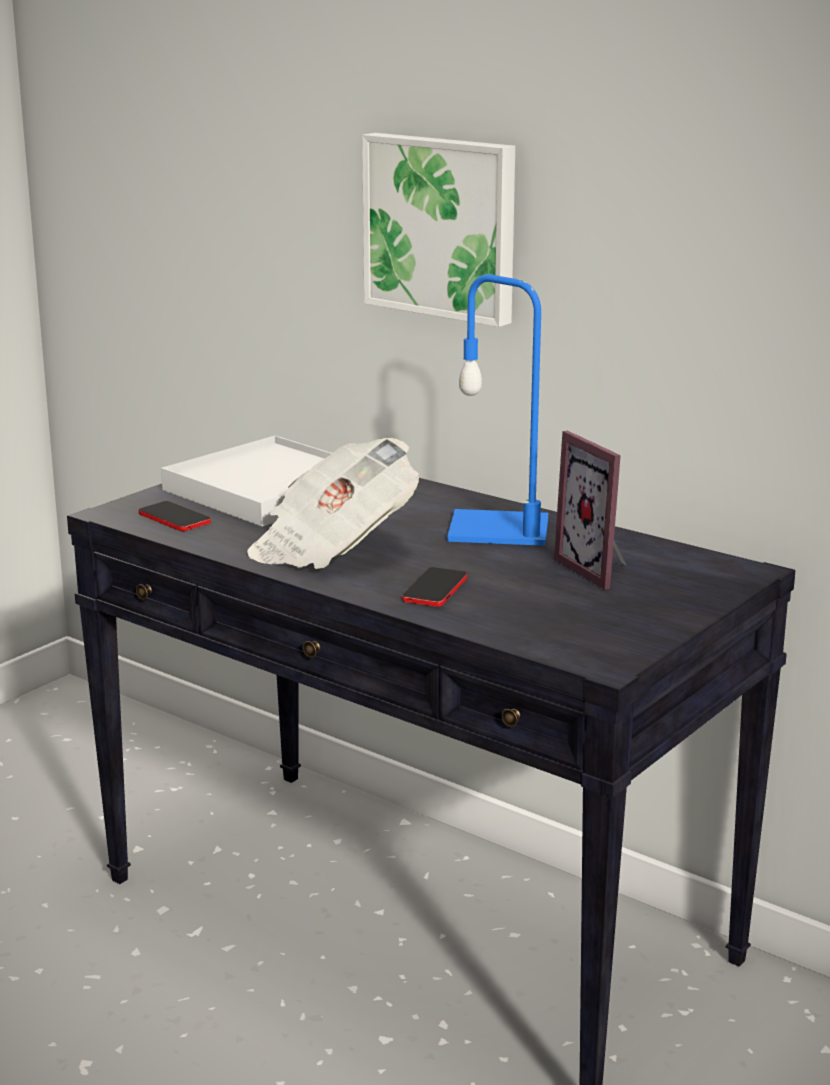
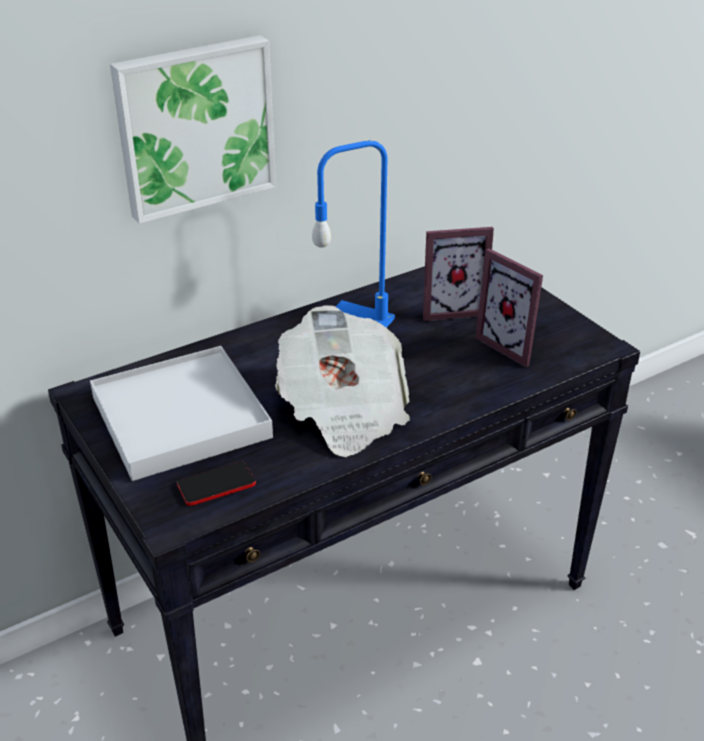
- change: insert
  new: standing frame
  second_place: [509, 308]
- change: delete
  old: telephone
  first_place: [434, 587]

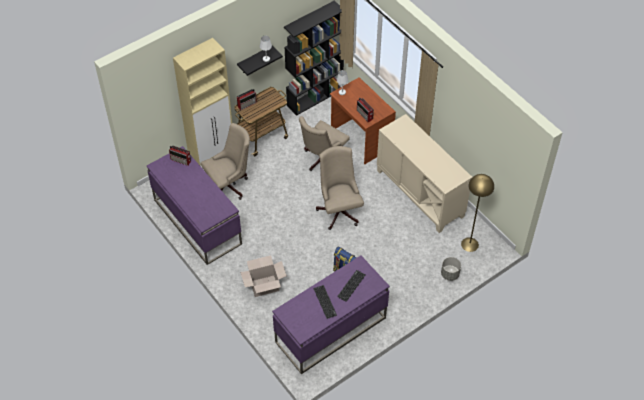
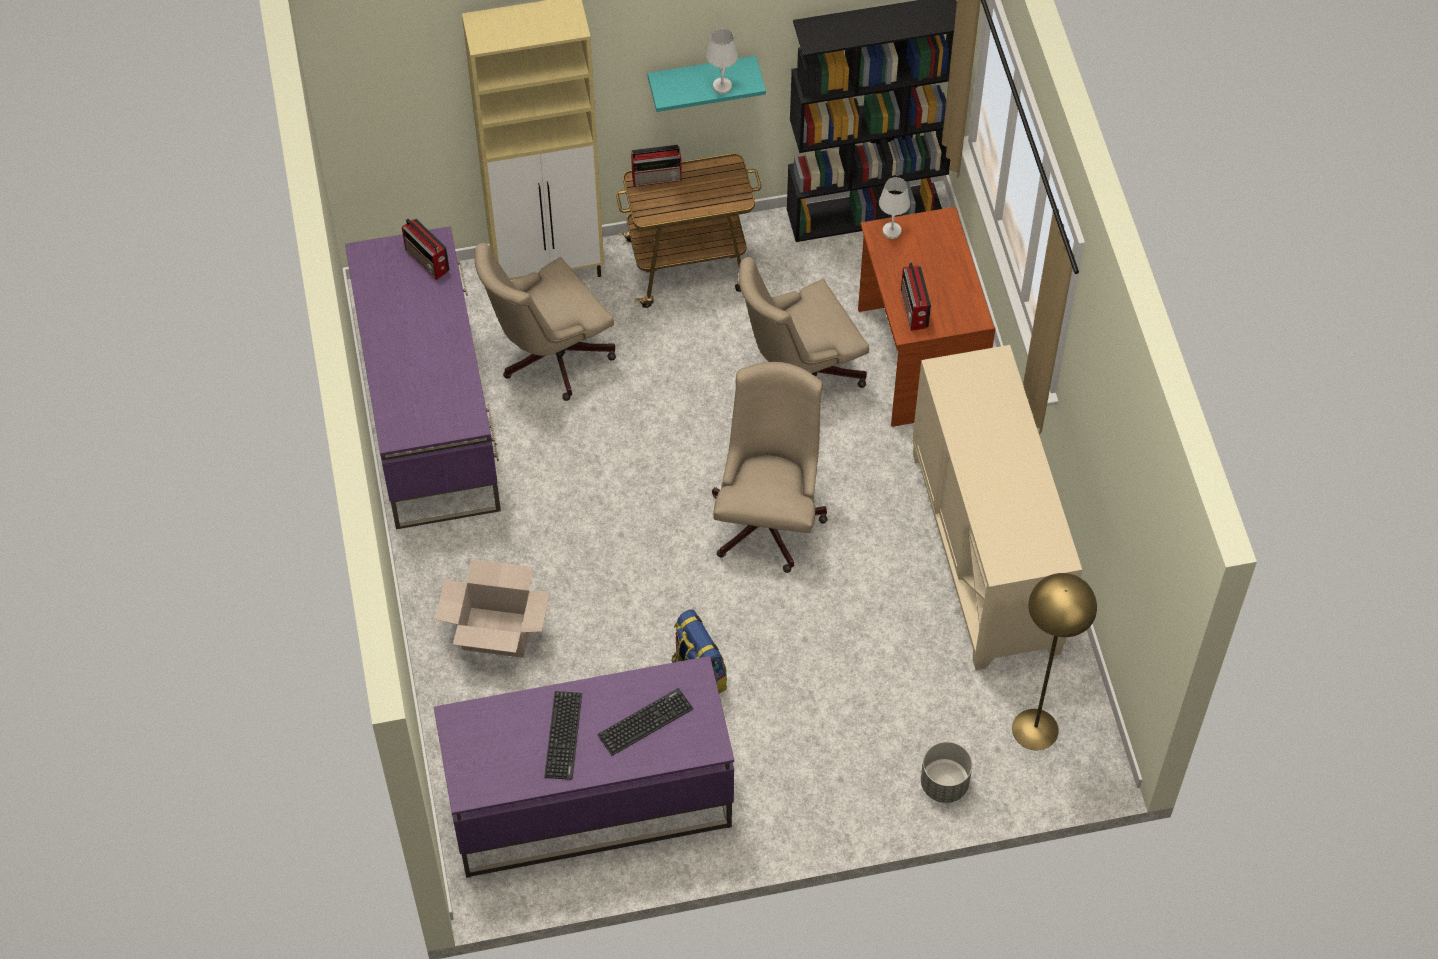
- change: rotate
  old: sand-coloured office chair
  first_place: [225, 161]
  second_place: [545, 322]
  degrees: 150
- change: recolor
  old: blackish bracket shelf
  new: blue-green bracket shelf
  first_place: [260, 61]
  second_place: [707, 84]

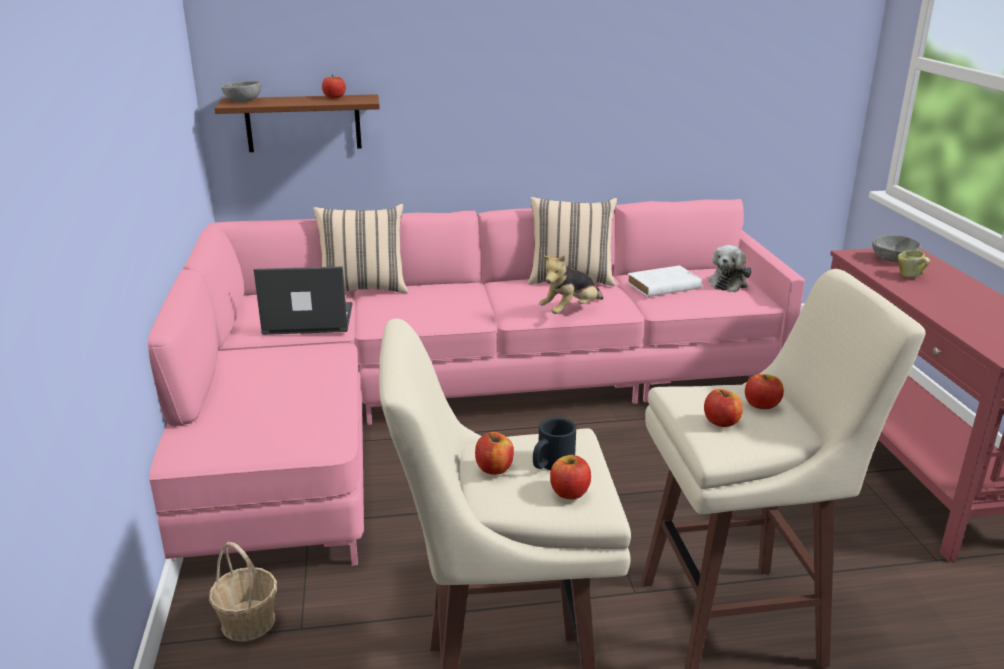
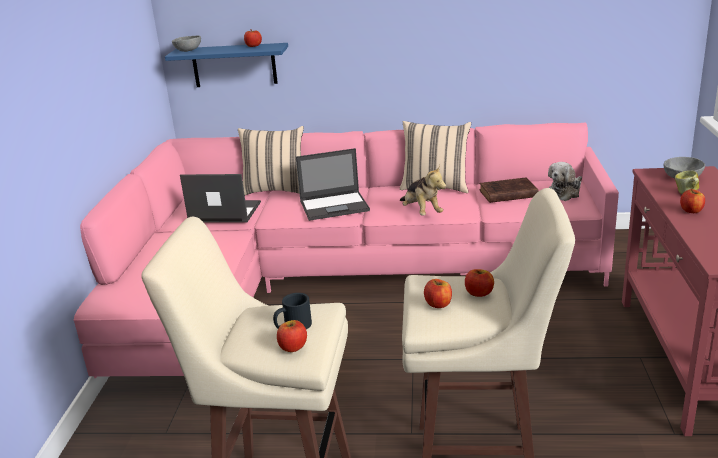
- change: recolor
  old: brown bracket shelf
  new: blue bracket shelf
  first_place: [297, 123]
  second_place: [226, 65]
- change: insert
  new: laptop
  second_place: [333, 184]
- change: rotate
  old: plush toy
  first_place: [571, 284]
  second_place: [423, 190]
  degrees: -90
- change: recolor
  old: white-coloured bound book
  new: brown bound book
  first_place: [664, 281]
  second_place: [509, 190]
- change: move
  old: apple
  first_place: [494, 453]
  second_place: [692, 201]
- change: delete
  old: basket
  first_place: [243, 592]

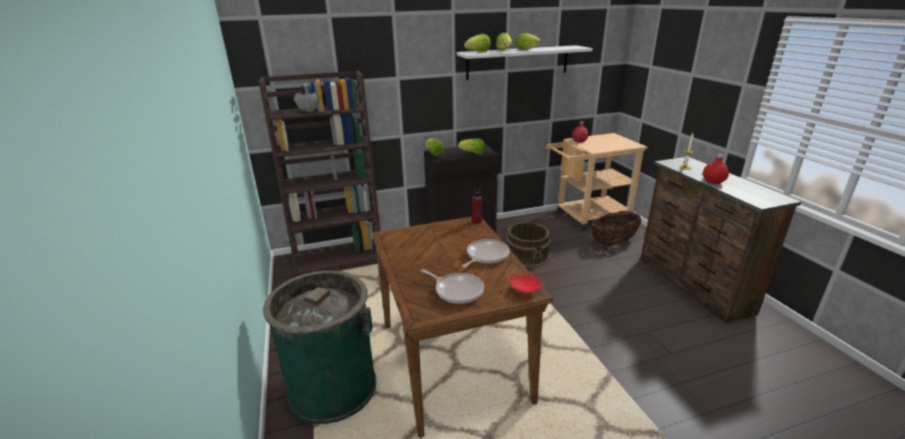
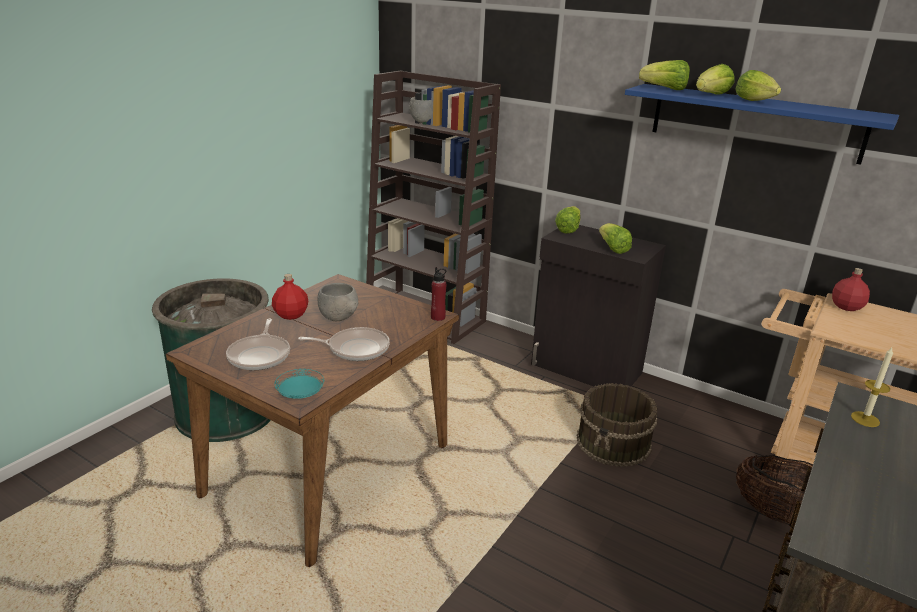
- change: move
  old: red-coloured beverage bottle
  first_place: [716, 169]
  second_place: [290, 297]
- change: recolor
  old: red-coloured dinner plate
  new: blue-green dinner plate
  first_place: [526, 282]
  second_place: [299, 384]
- change: insert
  new: greyish bowl
  second_place: [338, 302]
- change: recolor
  old: white-coloured bracket shelf
  new: blue bracket shelf
  first_place: [524, 62]
  second_place: [762, 124]

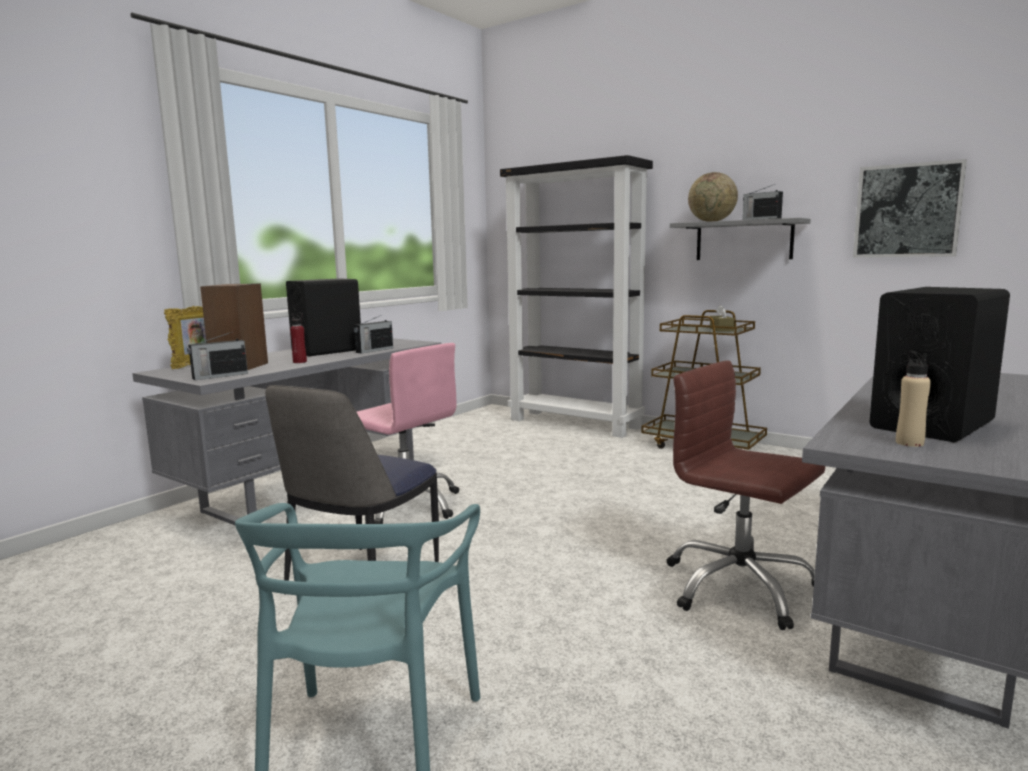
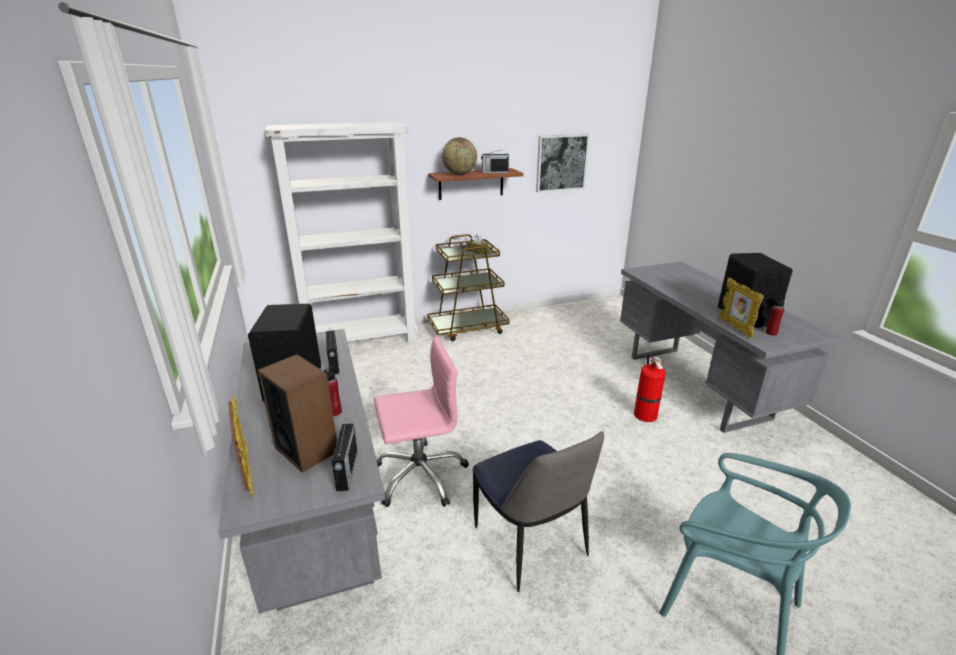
- change: recolor
  old: blackish bookcase
  new: white-coloured bookcase
  first_place: [576, 296]
  second_place: [341, 232]
- change: recolor
  old: greyish bracket shelf
  new: brown bracket shelf
  first_place: [740, 239]
  second_place: [476, 184]
- change: replace
  old: brown office chair
  new: fire-fighting cylinder
  first_place: [746, 495]
  second_place: [650, 388]
- change: insert
  new: standing frame
  second_place: [741, 308]
- change: recolor
  old: sand-coloured beverage bottle
  new: red-coloured beverage bottle
  first_place: [913, 399]
  second_place: [775, 316]

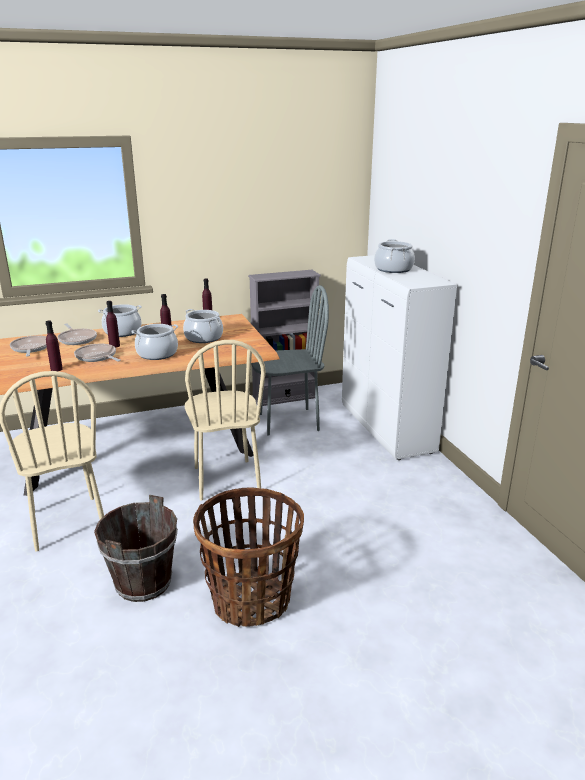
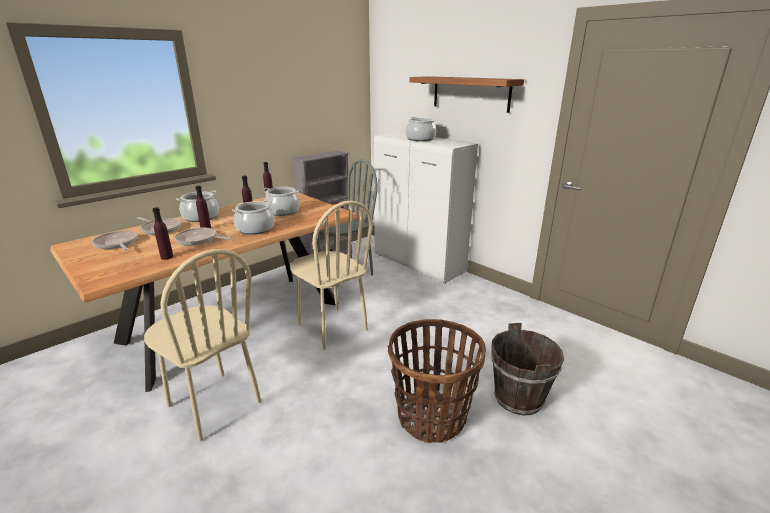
- change: insert
  new: bracket shelf
  second_place: [466, 94]
- change: move
  old: brown water bucket
  first_place: [136, 548]
  second_place: [527, 369]

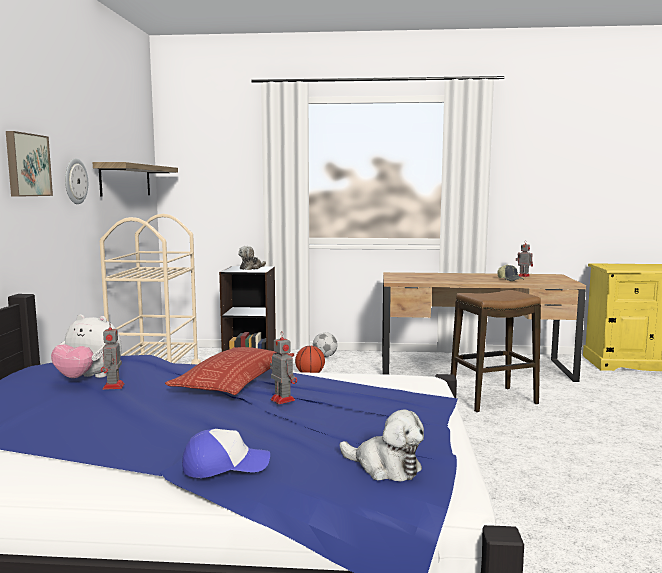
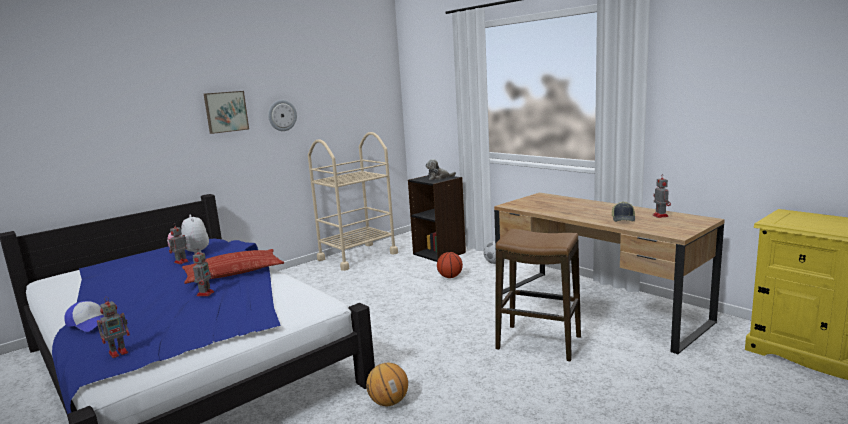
- change: replace
  old: plush toy
  new: model robot
  first_place: [382, 446]
  second_place: [113, 327]
- change: insert
  new: basketball ball
  second_place: [387, 384]
- change: delete
  old: bracket shelf
  first_place: [135, 179]

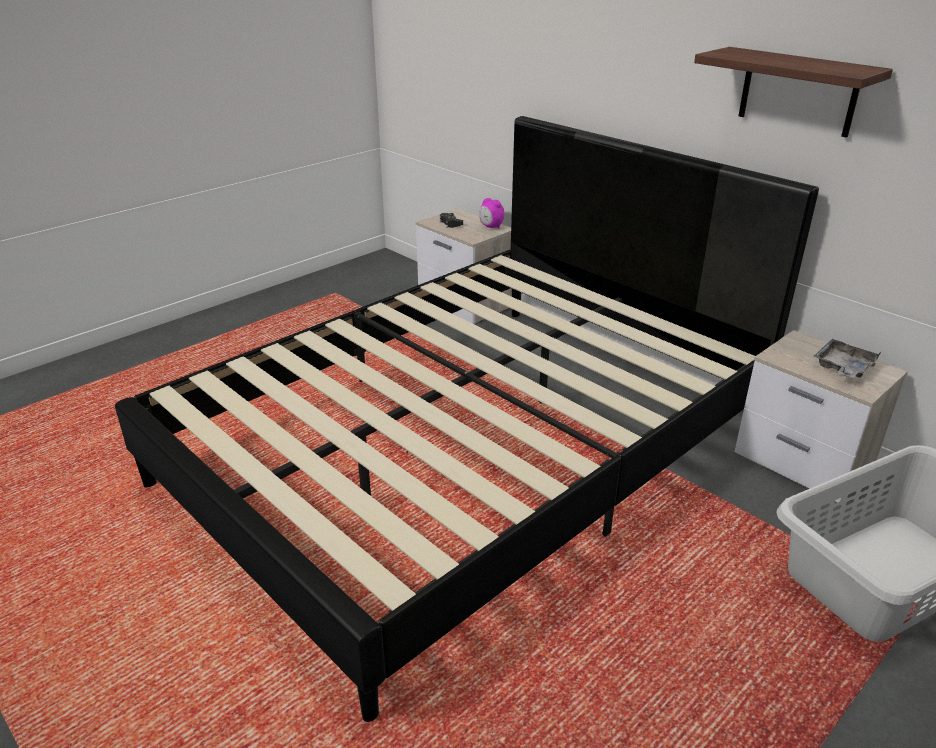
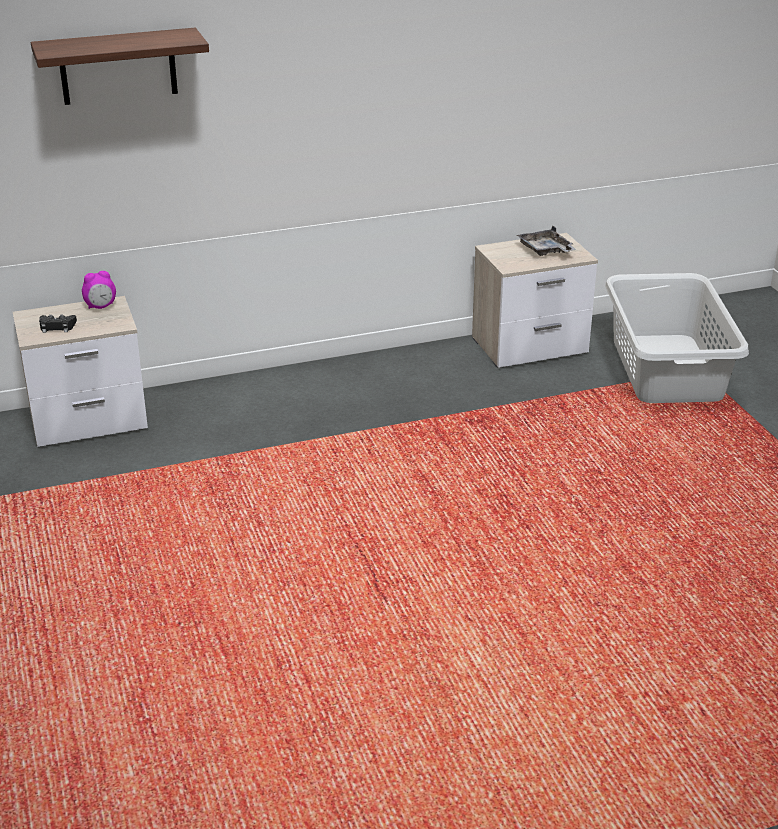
- change: move
  old: bracket shelf
  first_place: [793, 92]
  second_place: [120, 66]
- change: delete
  old: blackish bed
  first_place: [467, 419]

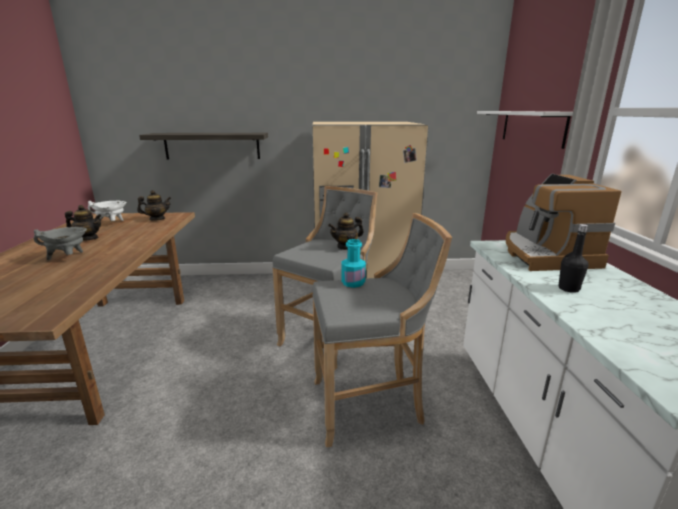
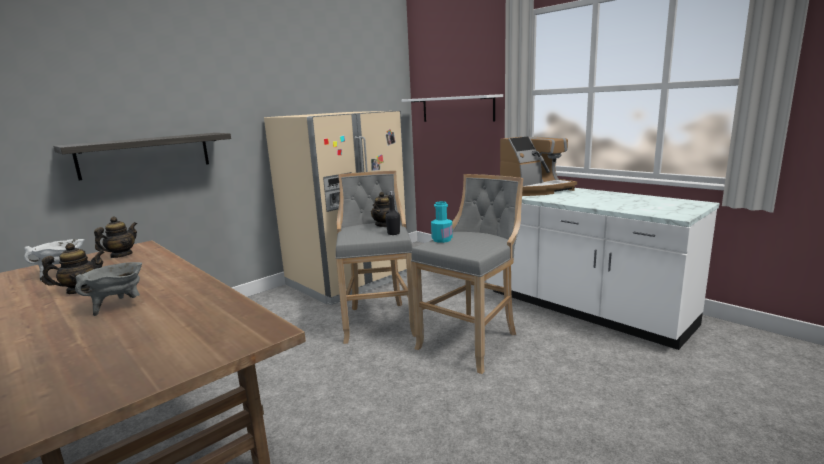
- change: move
  old: blackish beverage bottle
  first_place: [573, 258]
  second_place: [392, 213]
- change: rotate
  old: coffee machine
  first_place: [564, 222]
  second_place: [538, 166]
  degrees: -75

